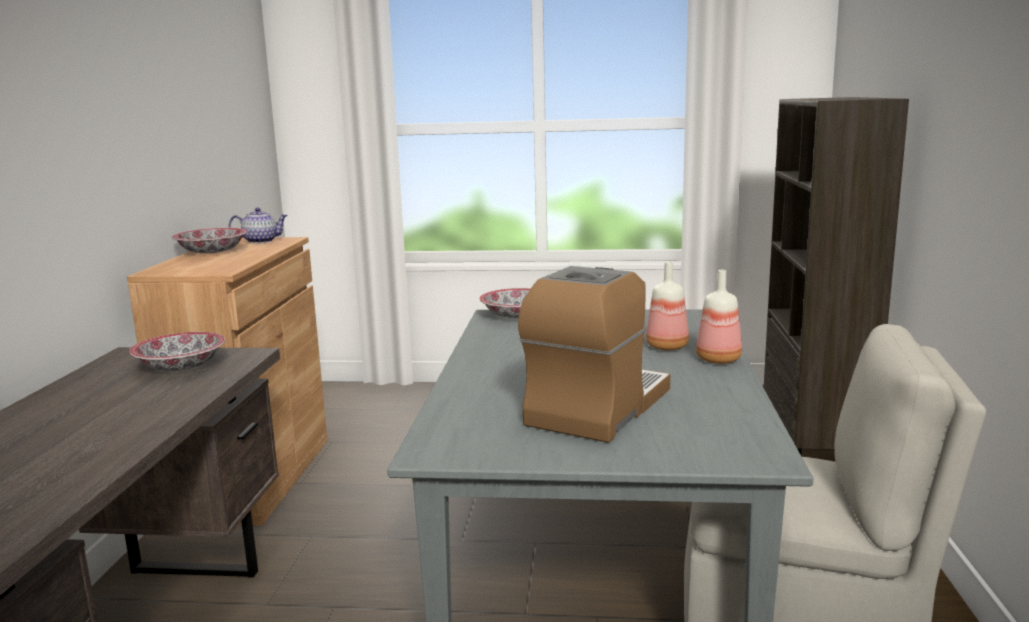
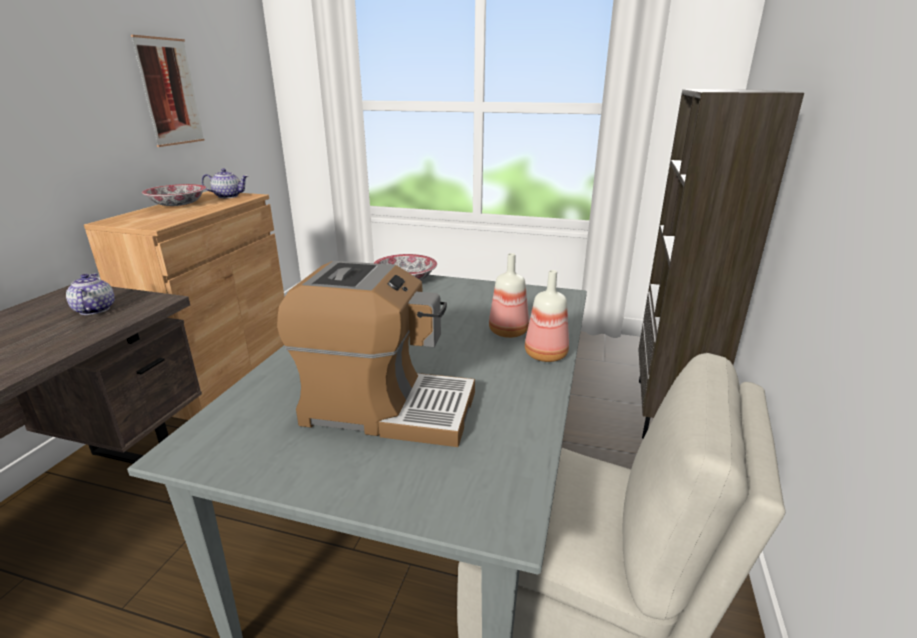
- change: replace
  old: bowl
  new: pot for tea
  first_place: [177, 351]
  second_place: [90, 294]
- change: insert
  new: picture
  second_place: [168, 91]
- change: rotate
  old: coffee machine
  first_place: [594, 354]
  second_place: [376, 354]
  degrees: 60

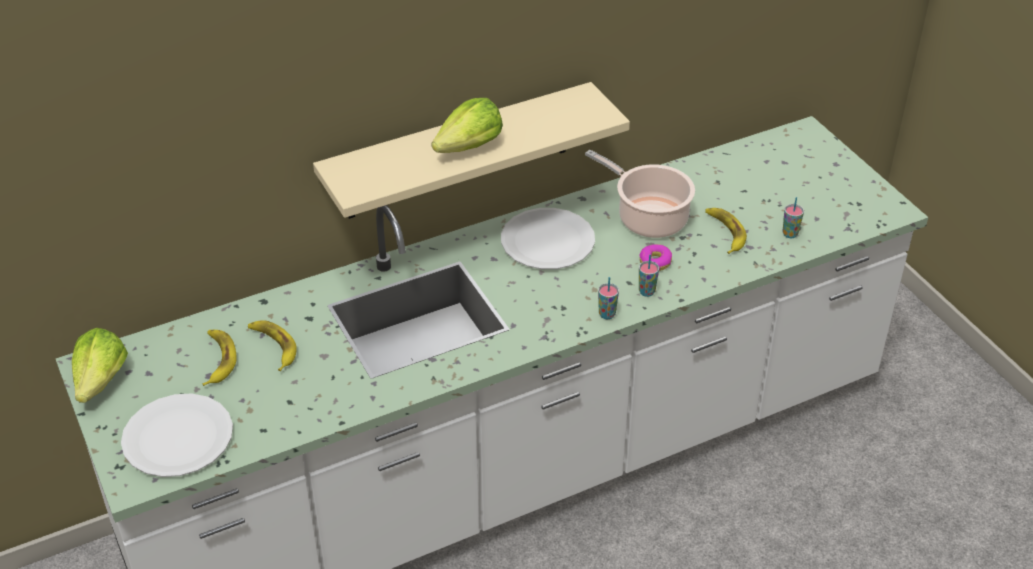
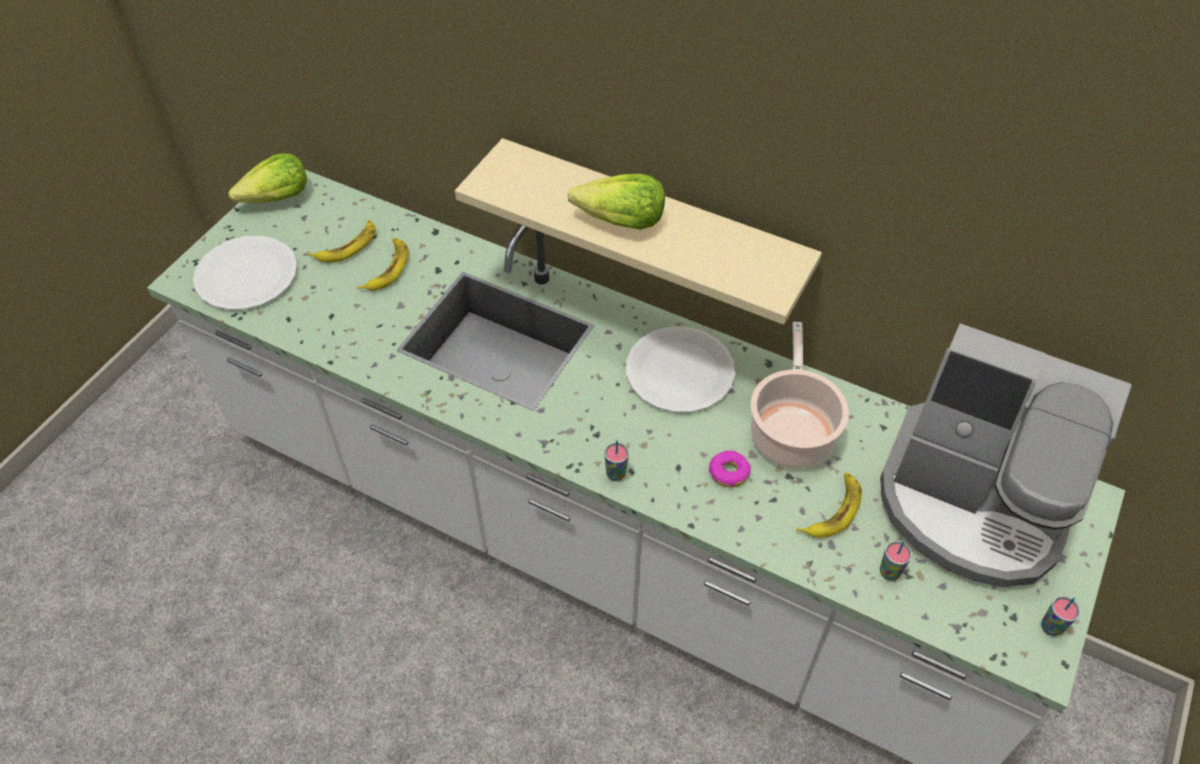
- change: insert
  new: coffee machine
  second_place: [1006, 455]
- change: move
  old: cup
  first_place: [649, 276]
  second_place: [1060, 616]

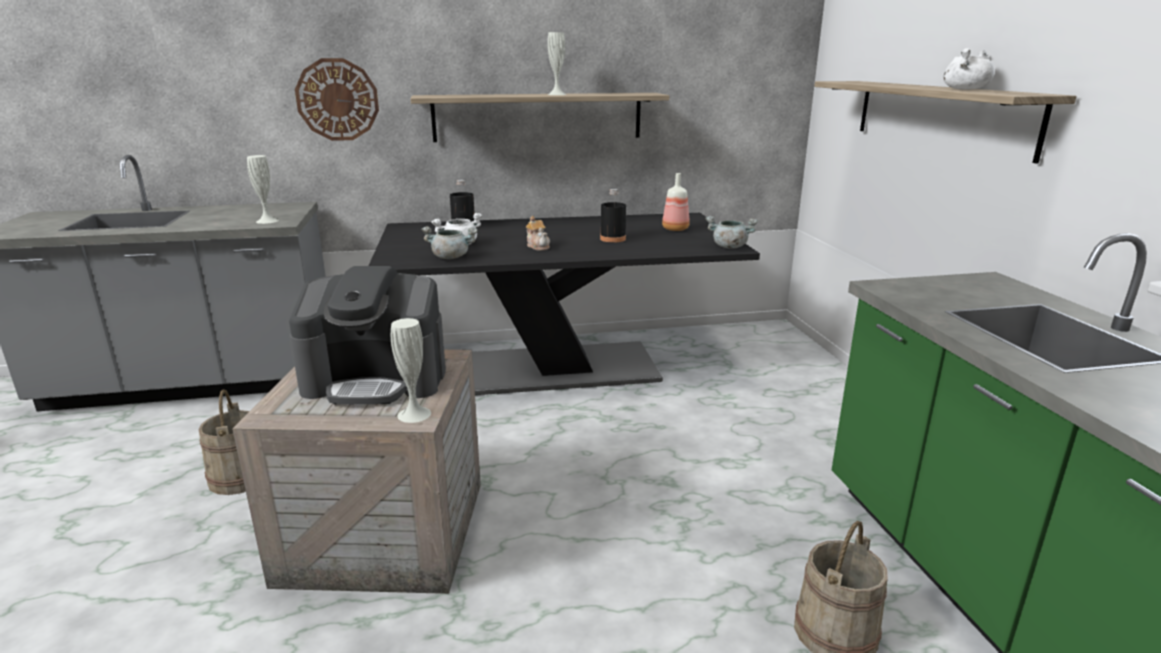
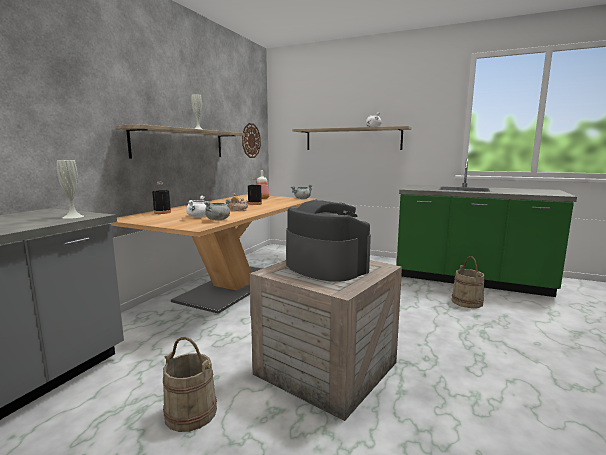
- change: recolor
  old: blackish dining table
  new: sand-coloured dining table
  first_place: [564, 304]
  second_place: [214, 254]
- change: move
  old: hanging clock
  first_place: [337, 99]
  second_place: [251, 140]
- change: rotate
  old: coffee machine
  first_place: [367, 335]
  second_place: [328, 241]
  degrees: -75
- change: delete
  old: white-coloured decorative vase
  first_place: [411, 370]

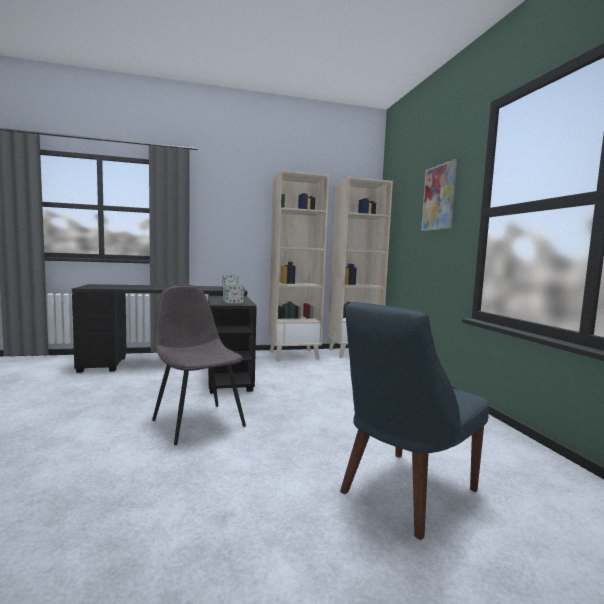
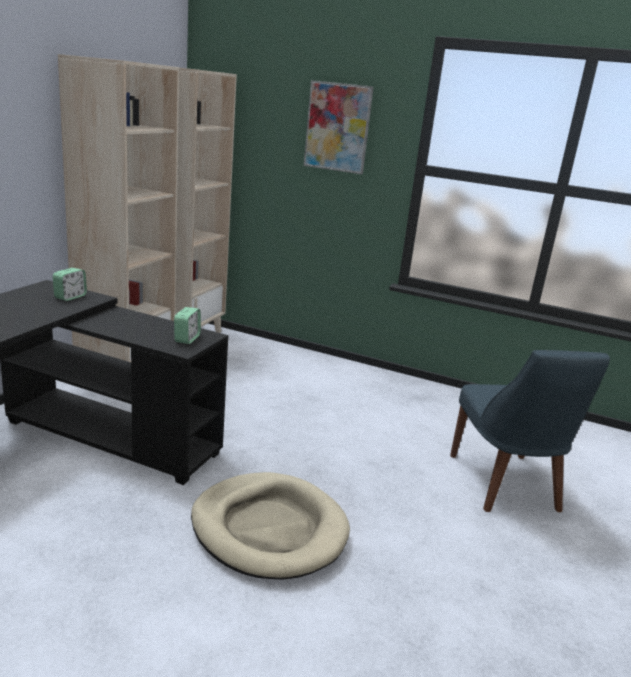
- change: replace
  old: greyish upright chair
  new: sand-coloured pet bed
  first_place: [199, 365]
  second_place: [270, 526]

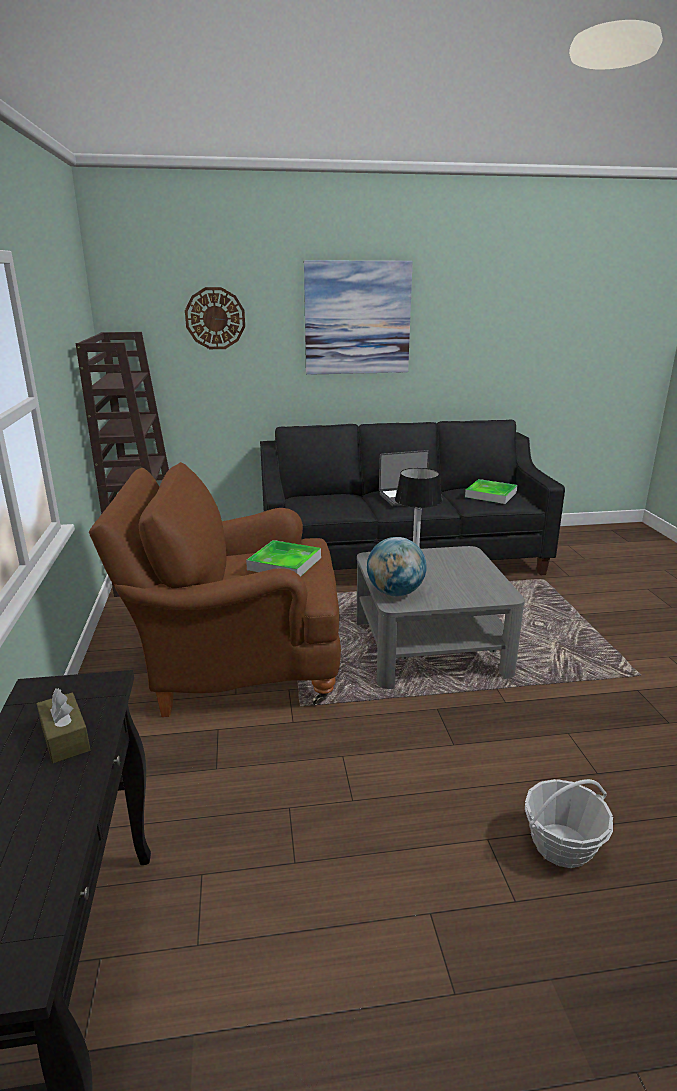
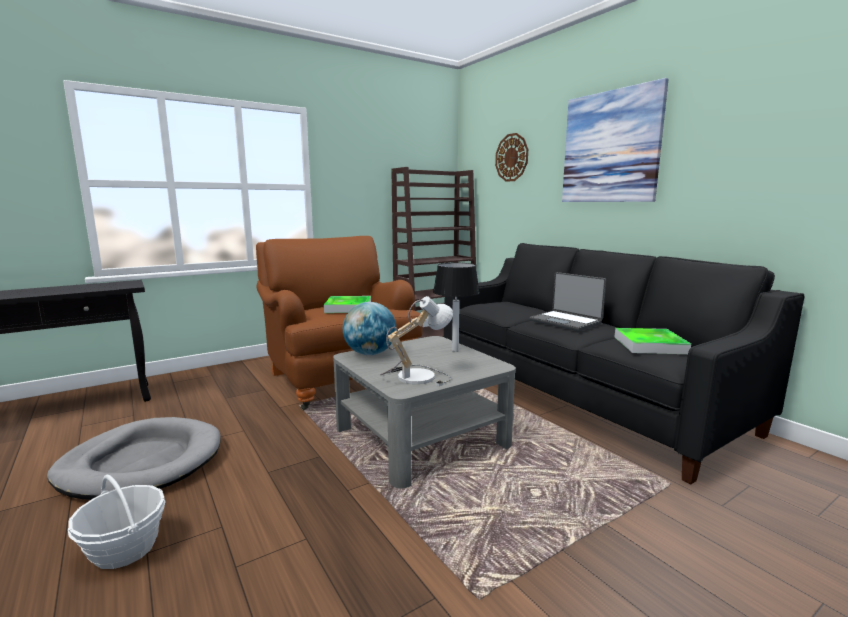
- change: insert
  new: greyish pet bed
  second_place: [134, 458]
- change: insert
  new: table lamp
  second_place: [416, 341]
- change: delete
  old: brown box of tissues
  first_place: [63, 725]

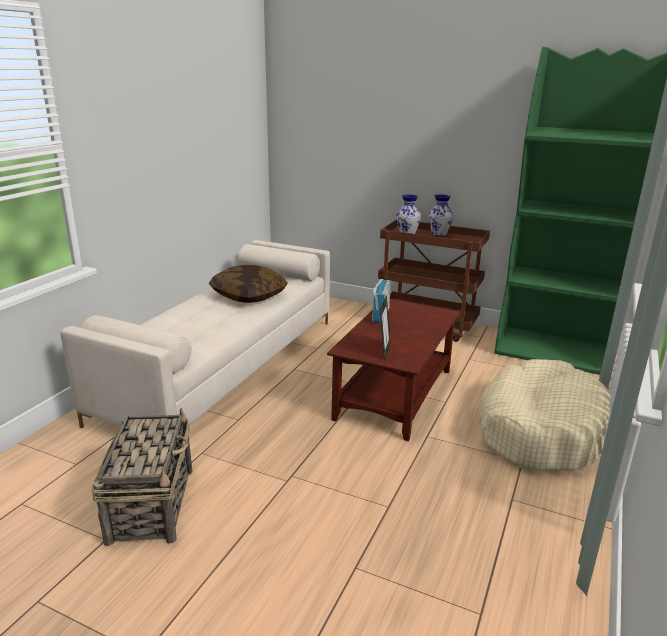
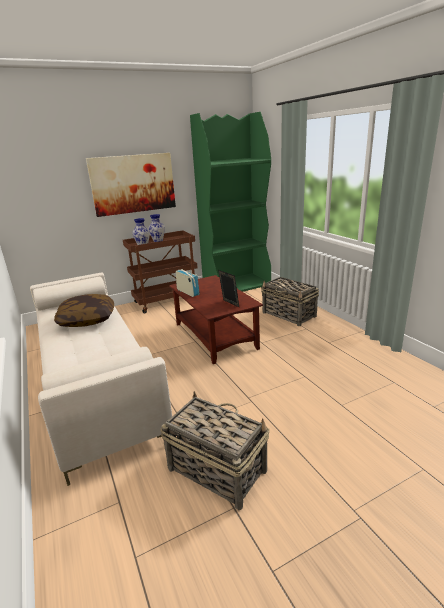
- change: insert
  new: picture
  second_place: [131, 185]
- change: replace
  old: sand-coloured pet bed
  new: basket
  first_place: [544, 415]
  second_place: [290, 301]

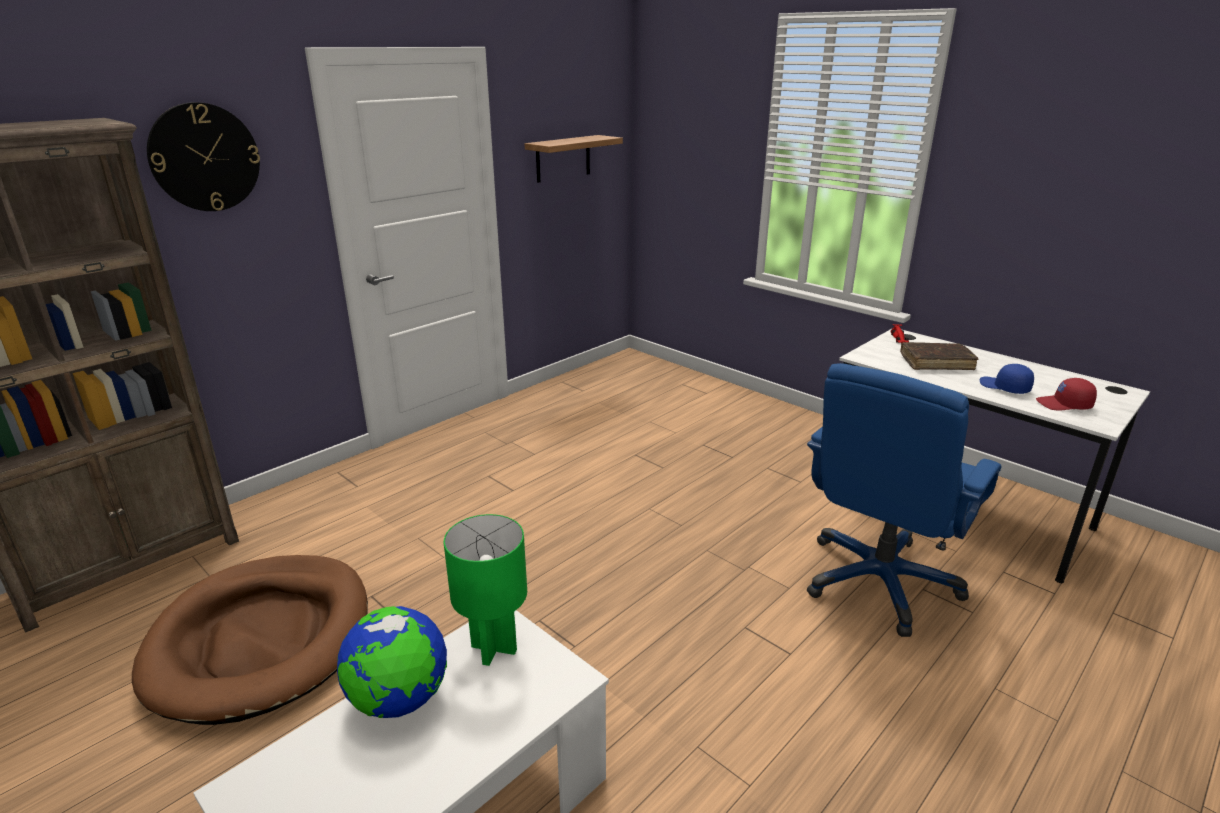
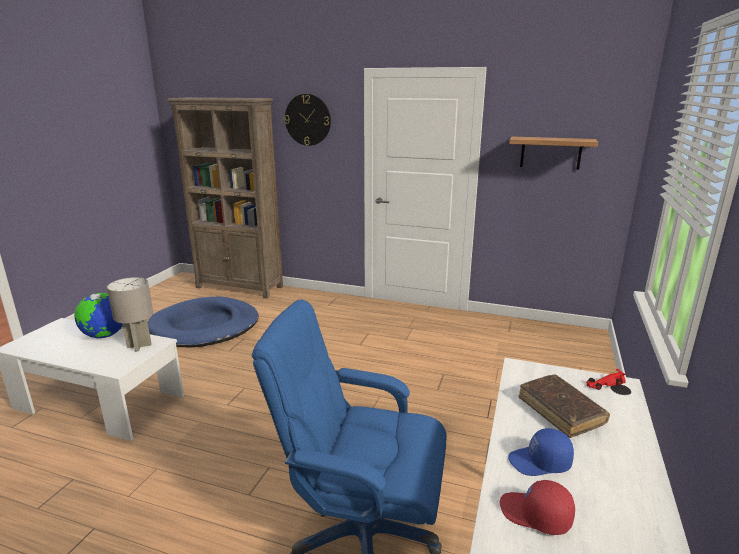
- change: recolor
  old: green-coloured table lamp
  new: greyish table lamp
  first_place: [485, 590]
  second_place: [130, 314]
- change: recolor
  old: brown pet bed
  new: blue pet bed
  first_place: [250, 640]
  second_place: [203, 322]
- change: rotate
  old: red-coloured baseball cap
  first_place: [1066, 394]
  second_place: [537, 507]
  degrees: -45
- change: rotate
  old: blue baseball cap
  first_place: [1007, 379]
  second_place: [541, 452]
  degrees: -120

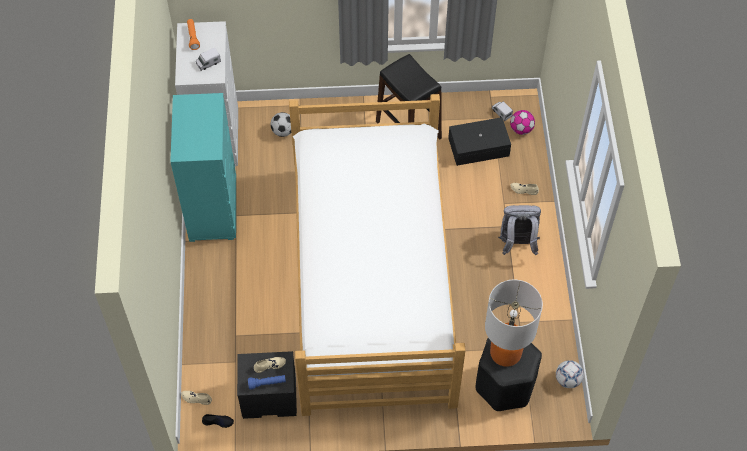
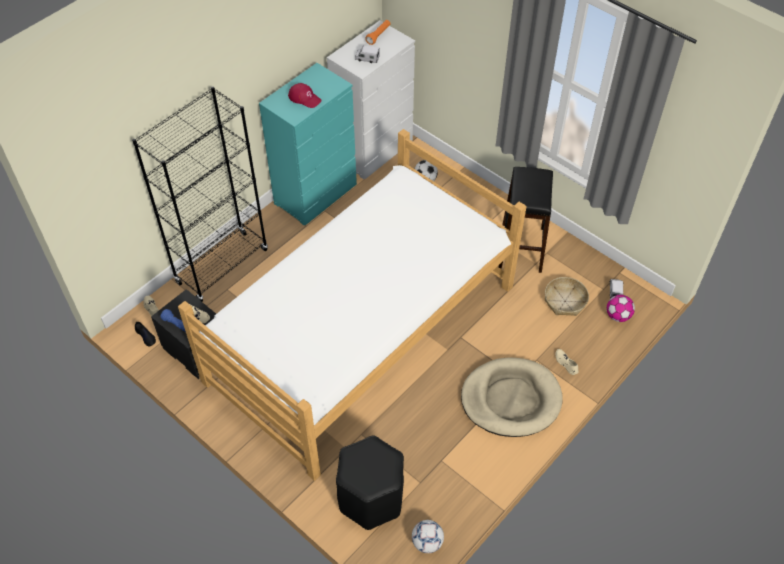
- change: insert
  new: blackish bookcase
  second_place: [200, 194]
- change: insert
  new: red-coloured baseball cap
  second_place: [305, 95]
- change: replace
  old: greyish knapsack
  new: sand-coloured pet bed
  first_place: [519, 230]
  second_place: [512, 397]
- change: replace
  old: blackish storage bin
  new: basket
  first_place: [479, 141]
  second_place: [567, 296]
- change: delete
  old: table lamp
  first_place: [514, 323]

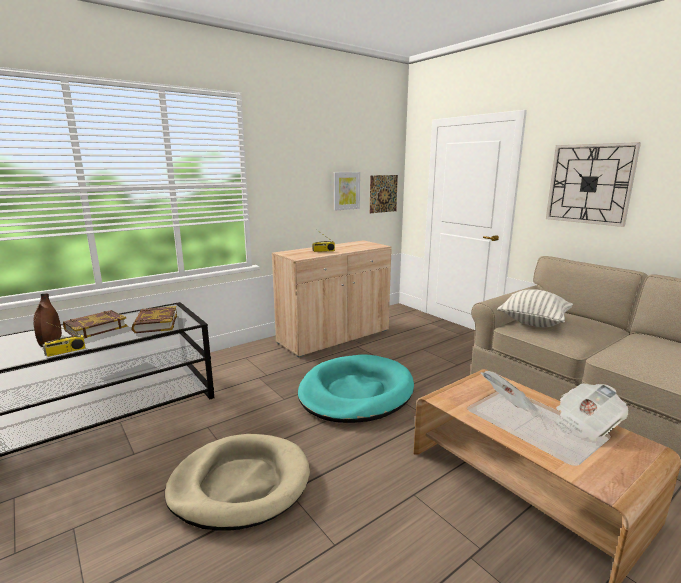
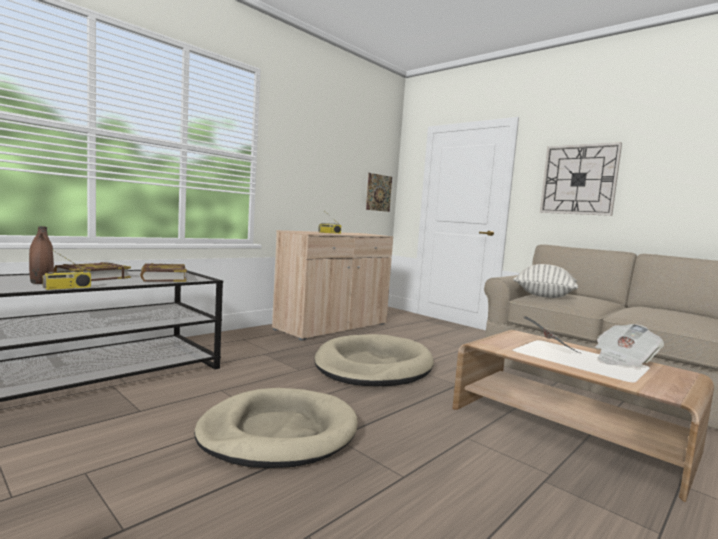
- change: recolor
  old: blue-green pet bed
  new: sand-coloured pet bed
  first_place: [356, 389]
  second_place: [374, 360]
- change: delete
  old: picture
  first_place: [346, 191]

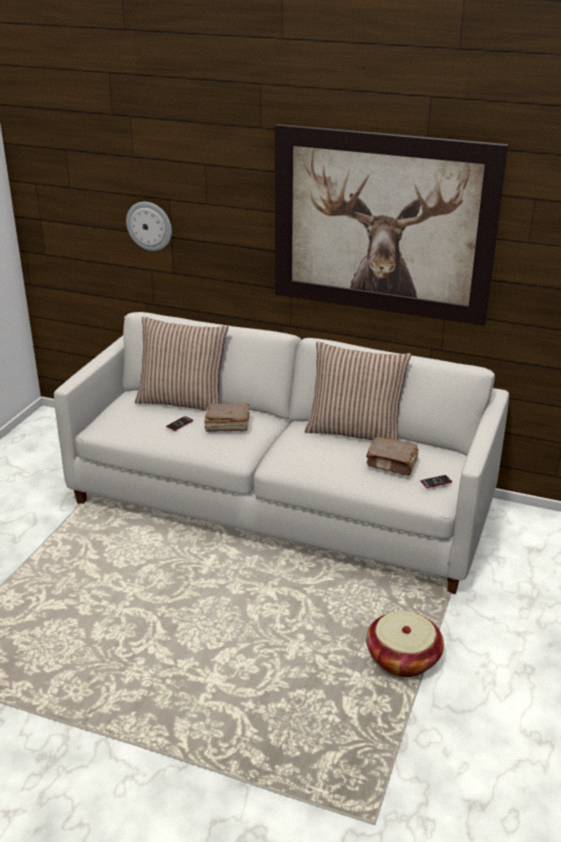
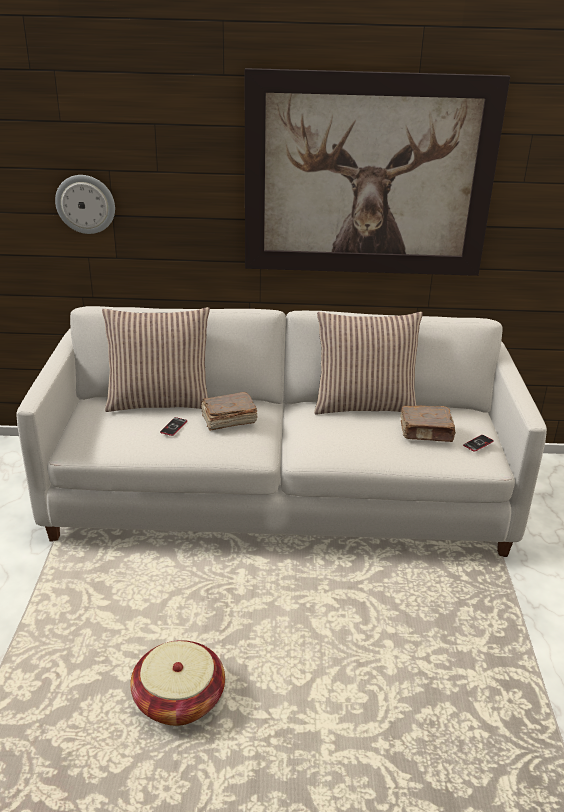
- change: move
  old: basket
  first_place: [405, 644]
  second_place: [177, 683]

